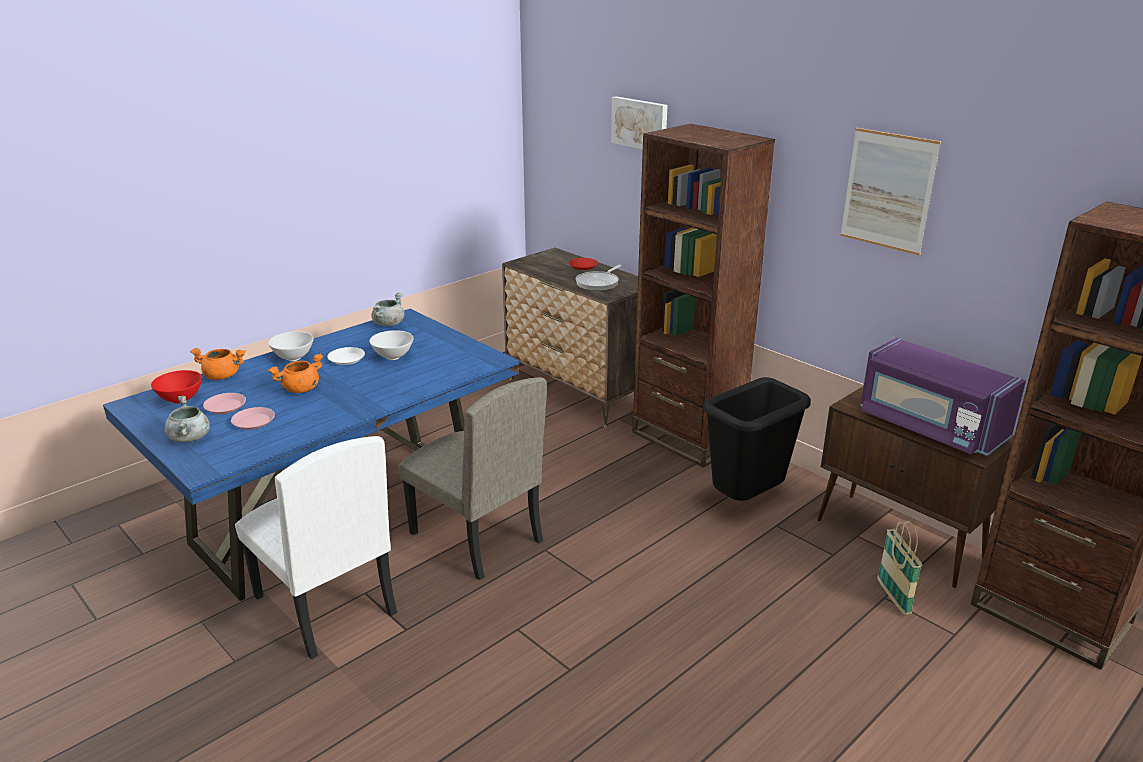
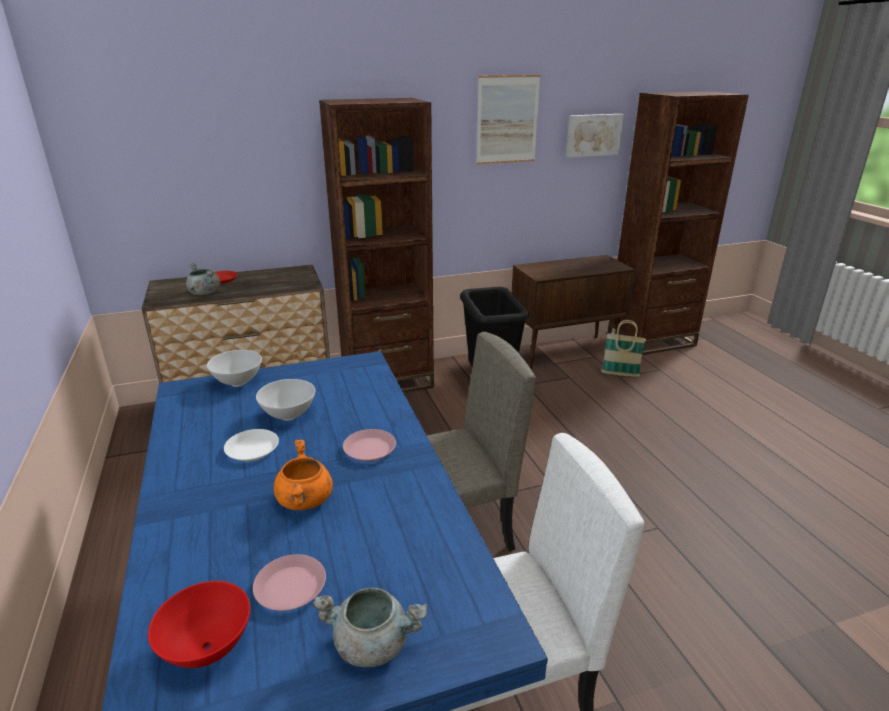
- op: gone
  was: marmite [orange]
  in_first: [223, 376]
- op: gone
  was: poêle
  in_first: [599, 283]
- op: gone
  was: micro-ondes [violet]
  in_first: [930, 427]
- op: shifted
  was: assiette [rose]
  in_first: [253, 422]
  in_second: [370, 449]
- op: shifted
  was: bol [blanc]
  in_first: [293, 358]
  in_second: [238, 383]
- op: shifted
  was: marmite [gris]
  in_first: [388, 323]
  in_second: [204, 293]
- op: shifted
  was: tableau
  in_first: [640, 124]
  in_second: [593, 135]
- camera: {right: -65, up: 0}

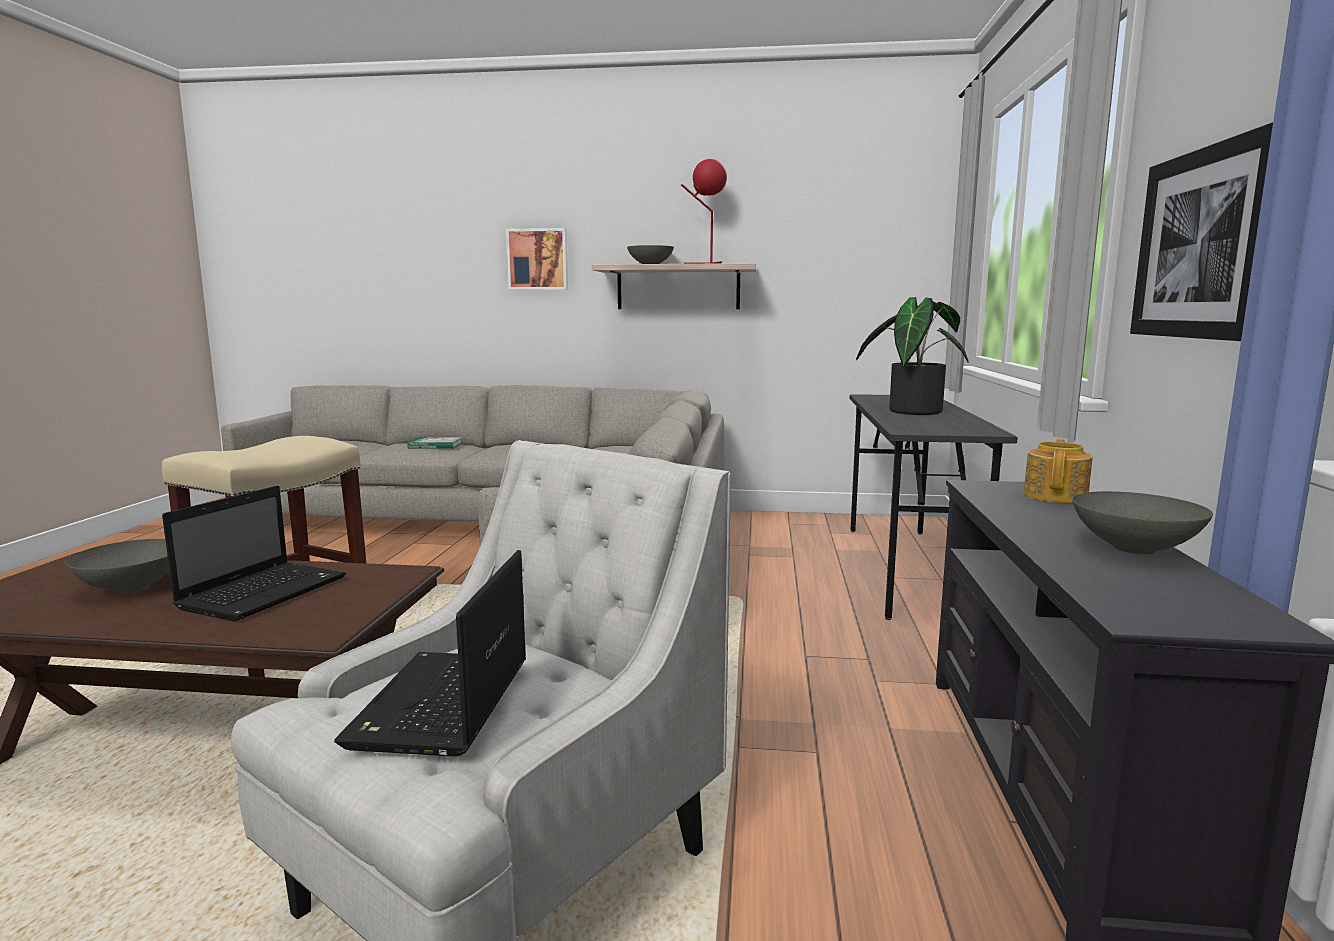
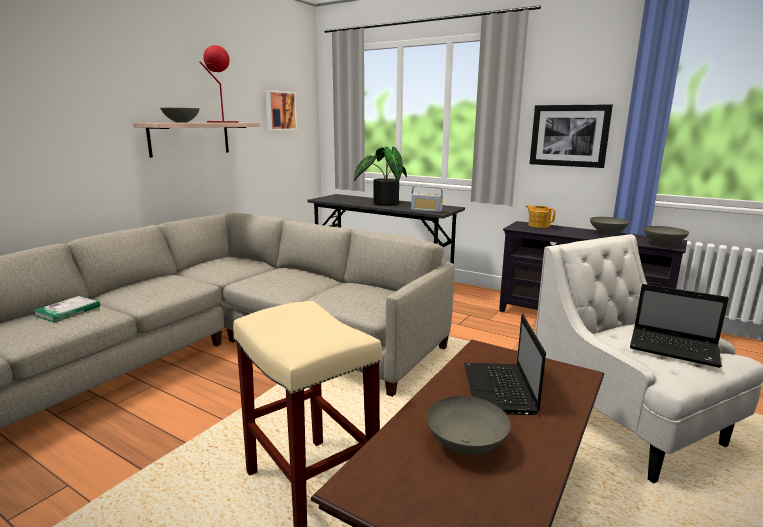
- op: new
  now: radio
  in_second: [426, 210]
- op: new
  now: bol [gris]
  in_second: [663, 244]
- op: shifted
  was: tableau
  in_first: [538, 259]
  in_second: [280, 111]
- op: rotated
  was: ordinateur portable
  in_first: [266, 592]
  in_second: [500, 390]
  clockwise: -135
- camera: {right: -65, up: 5}

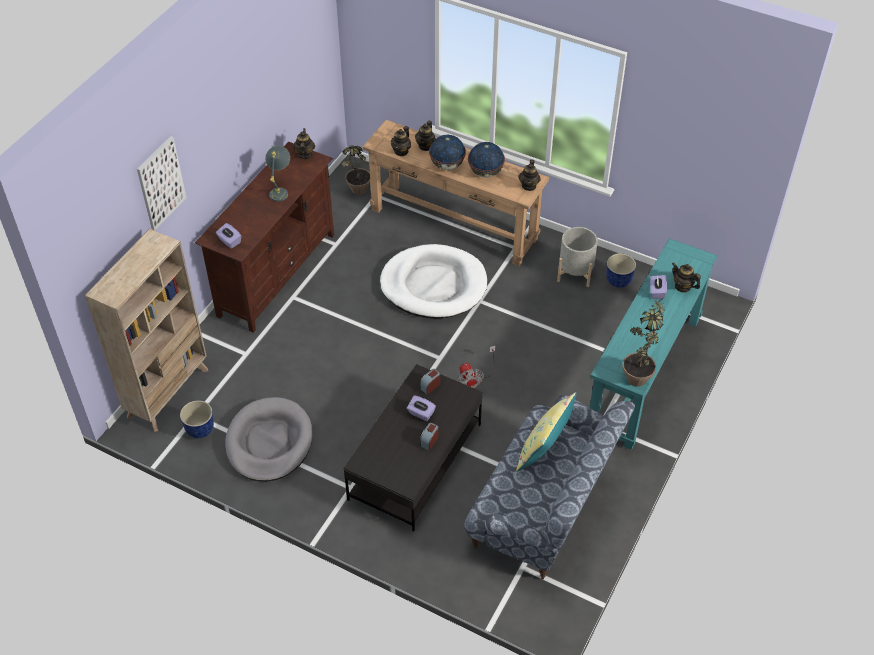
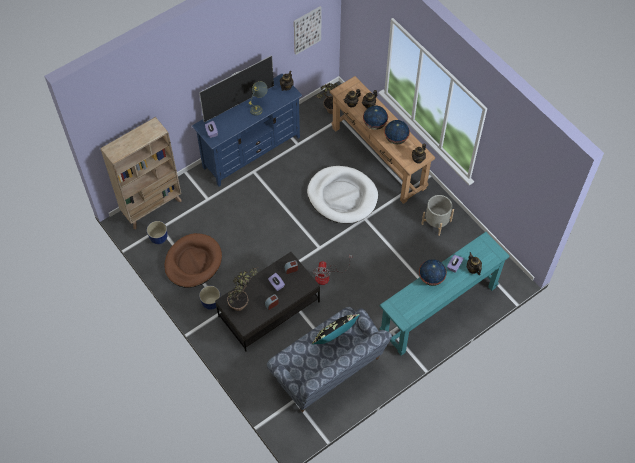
- op: new
  now: téléviseur
  in_second: [238, 103]
- op: new
  now: globe
  in_second: [431, 279]
- op: shifted
  was: tableau
  in_first: [161, 183]
  in_second: [307, 30]
- op: shifted
  was: cache-pot
  in_first: [618, 281]
  in_second: [211, 303]
- op: shifted
  was: plante en pot
  in_first: [639, 373]
  in_second: [242, 302]
- op: repainted
  was: meuble télé [marron]
  now: meuble télé [bleu]
  in_first: [276, 274]
  in_second: [251, 151]
- op: repainted
  was: panier pour chien [gris]
  now: panier pour chien [marron]
  in_first: [269, 442]
  in_second: [193, 262]
- op: repainted
  was: coussin [jaune]
  now: coussin [noir]
  in_first: [544, 451]
  in_second: [335, 338]
- camera: {right: 25, up: 10}

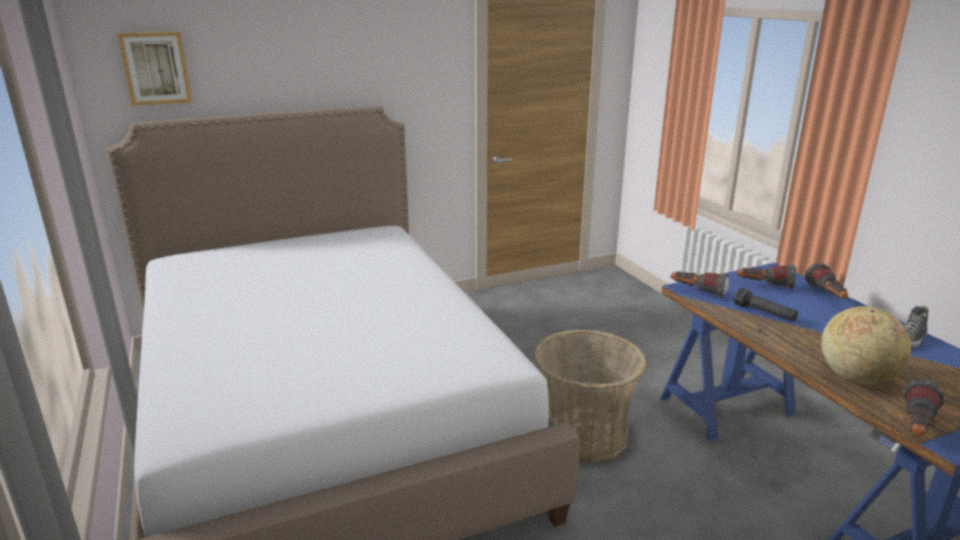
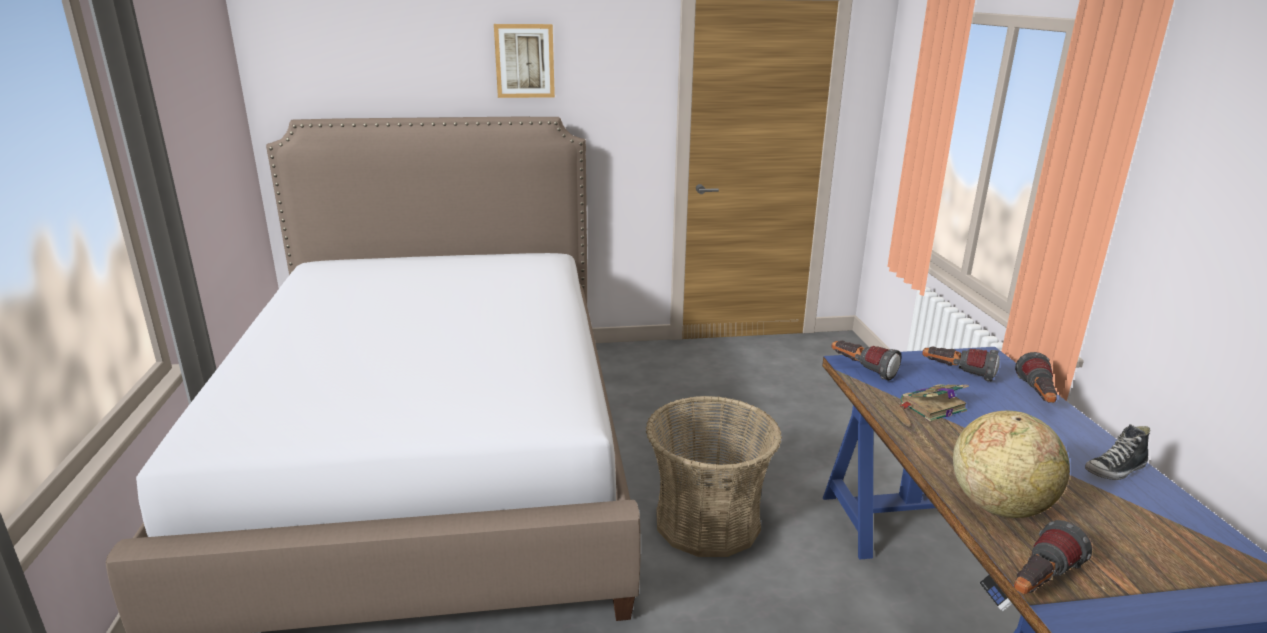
- op: shifted
  was: tableau
  in_first: [156, 68]
  in_second: [524, 61]
- op: swapped
  was: lampe de poche [noir]
  now: livre
  in_first: [764, 313]
  in_second: [931, 407]
- camera: {right: 15, up: 0}

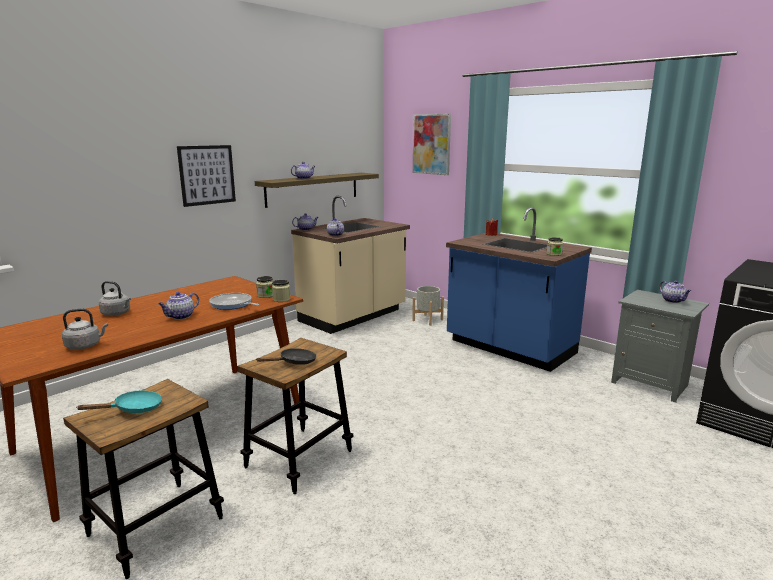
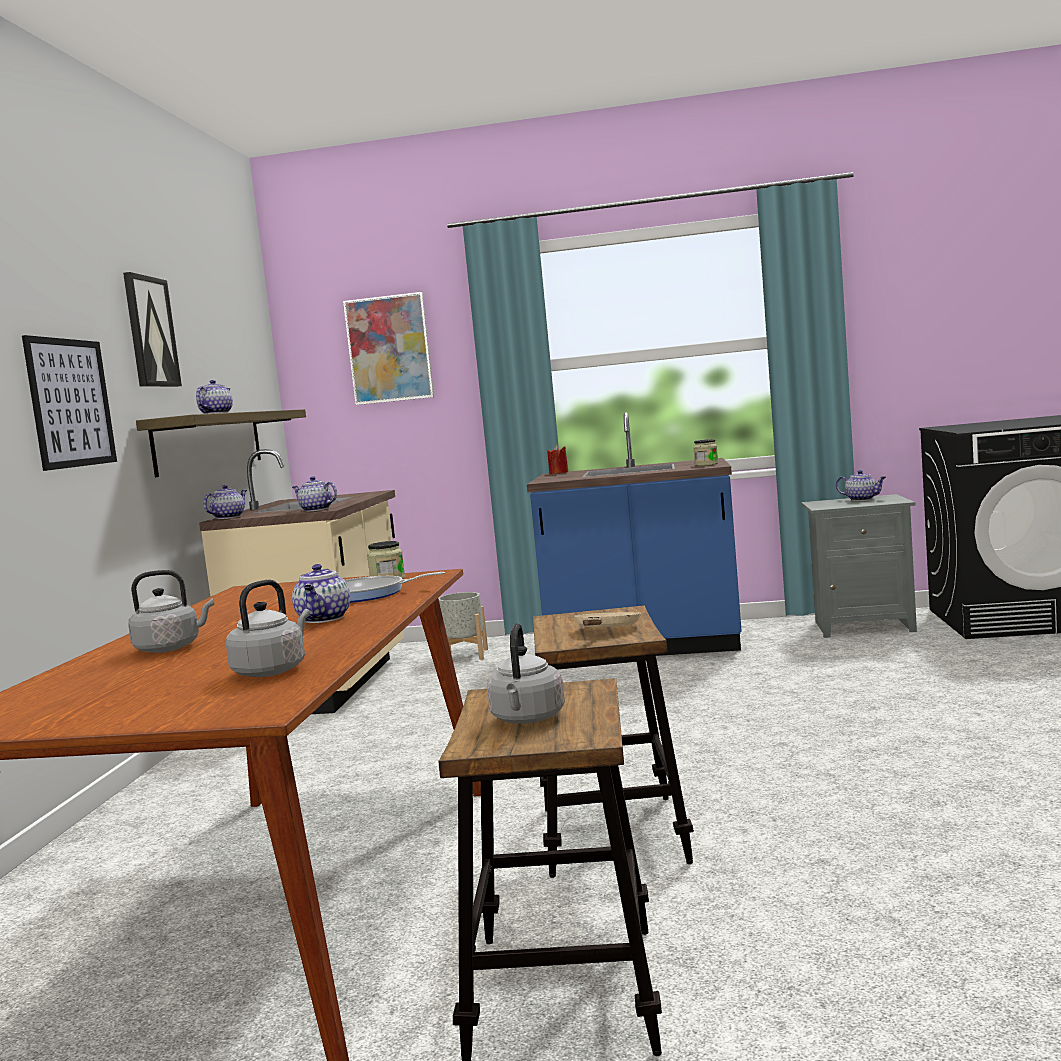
- op: gone
  was: bocal
  in_first: [281, 299]
- op: new
  now: tableau
  in_second: [150, 332]
- op: swapped
  was: poêle [turquoise]
  now: bouilloire [gris]
  in_first: [133, 409]
  in_second: [527, 719]
- op: repainted
  was: poêle [noir]
  now: poêle [beige]
  in_first: [294, 362]
  in_second: [606, 630]
- camera: {right: -35, up: -10}

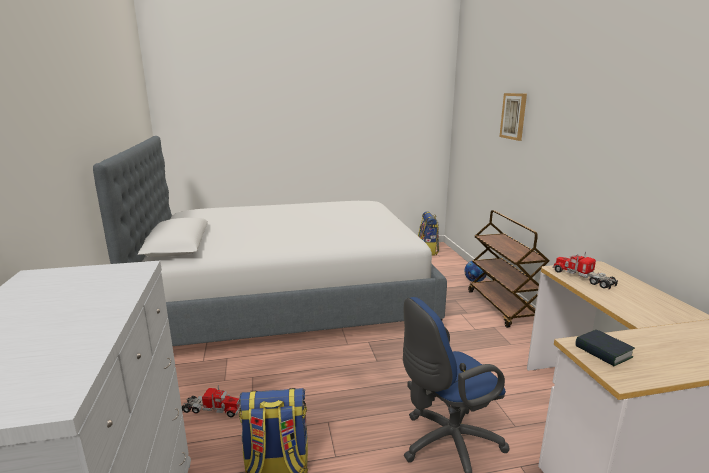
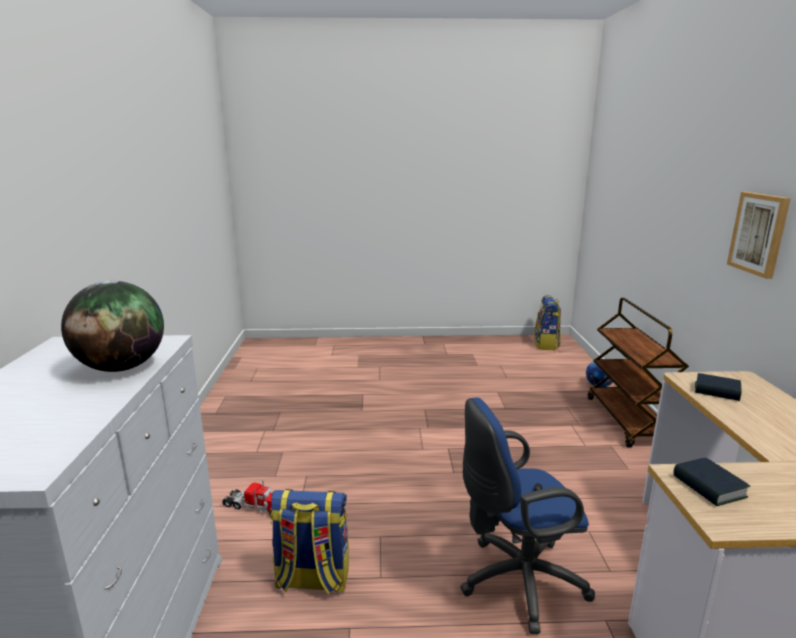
- op: gone
  was: lit
  in_first: [288, 298]
- op: new
  now: globe
  in_second: [122, 367]
- op: shifted
  was: tableau
  in_first: [514, 116]
  in_second: [759, 233]
- op: swapped
  was: camion jouet
  now: livre
  in_first: [583, 278]
  in_second: [717, 391]
- camera: {right: 10, up: 0}

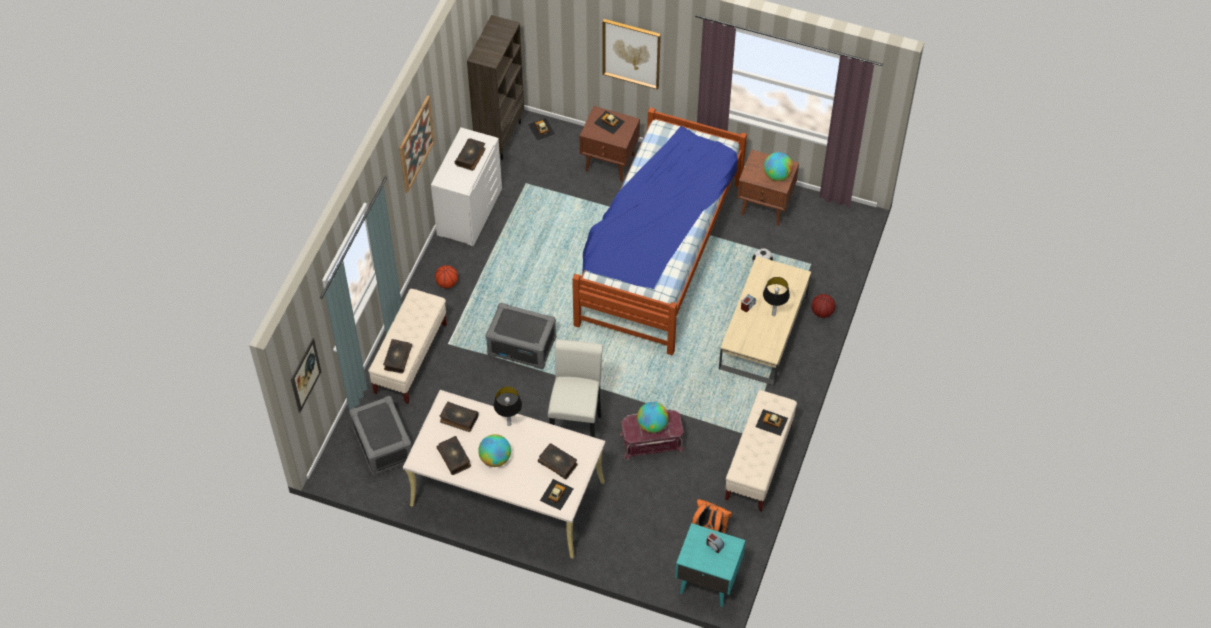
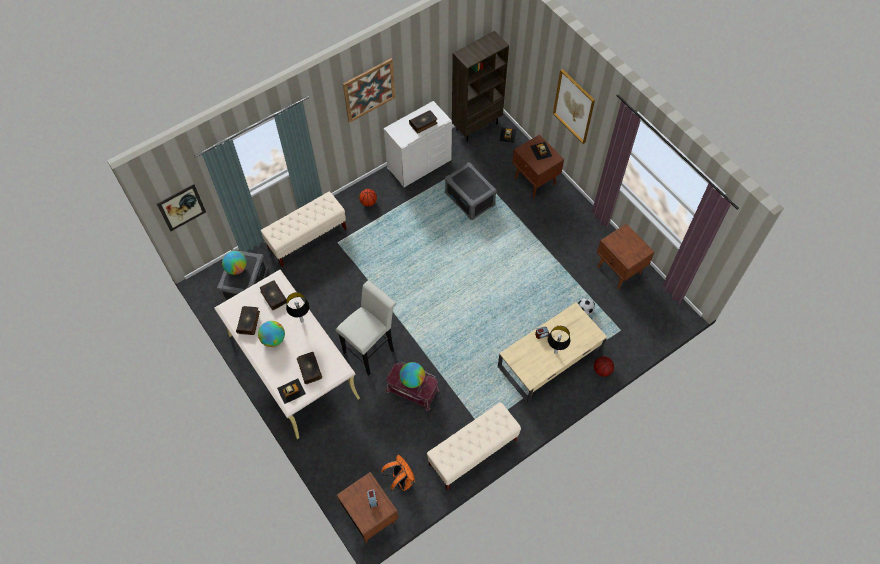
- op: gone
  was: livre
  in_first: [397, 358]
- op: gone
  was: lit
  in_first: [658, 253]
- op: gone
  was: petite voiture
  in_first: [771, 422]
- op: shifted
  was: boîte de rangement [gris]
  in_first: [522, 345]
  in_second: [470, 198]
- op: shifted
  was: globe
  in_first: [777, 175]
  in_second: [236, 268]
- op: repainted
  was: table de chevet [turquoise]
  now: table de chevet [marron]
  in_first: [707, 581]
  in_second: [370, 516]
- camera: {right: 35, up: 5}

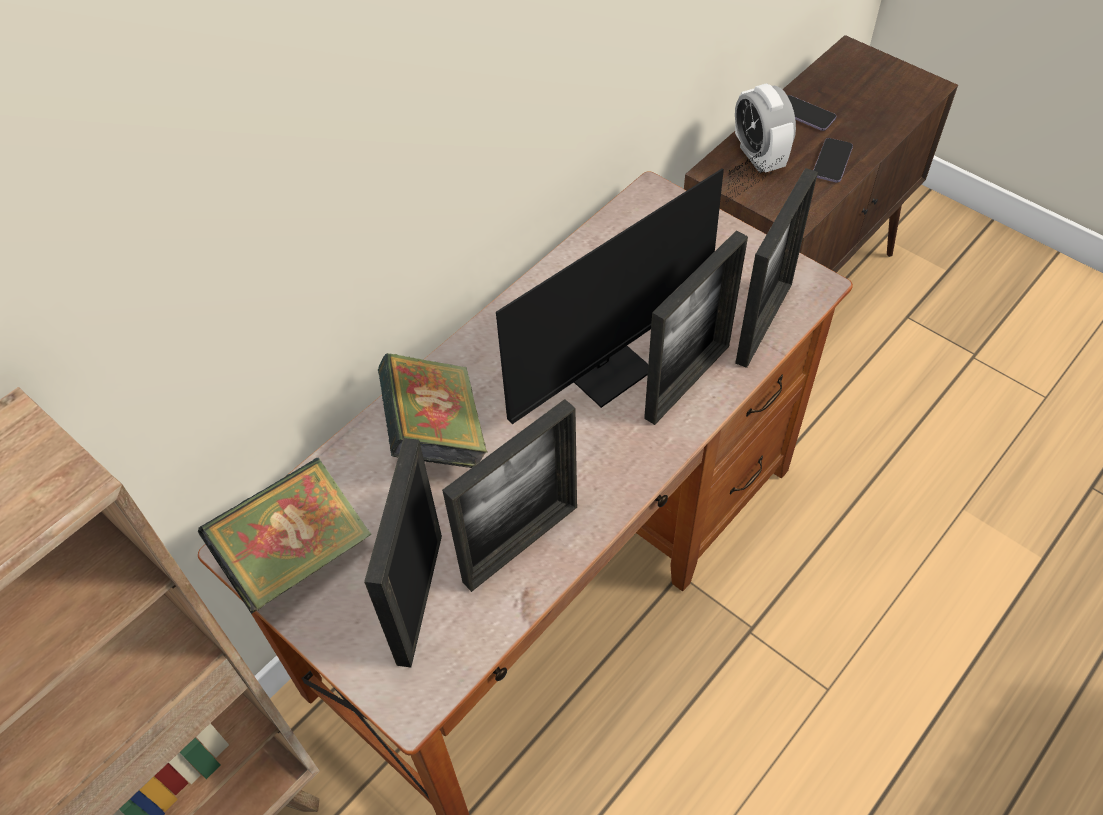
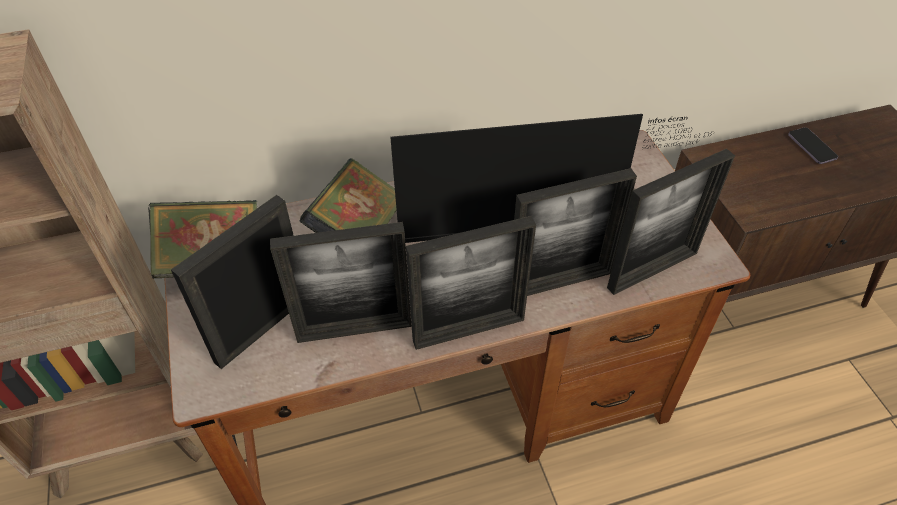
- op: gone
  was: réveil
  in_first: [758, 157]
- op: gone
  was: téléphone
  in_first: [832, 162]
- op: new
  now: cadre photo
  in_second: [468, 330]
- camera: {right: 30, up: -5}

